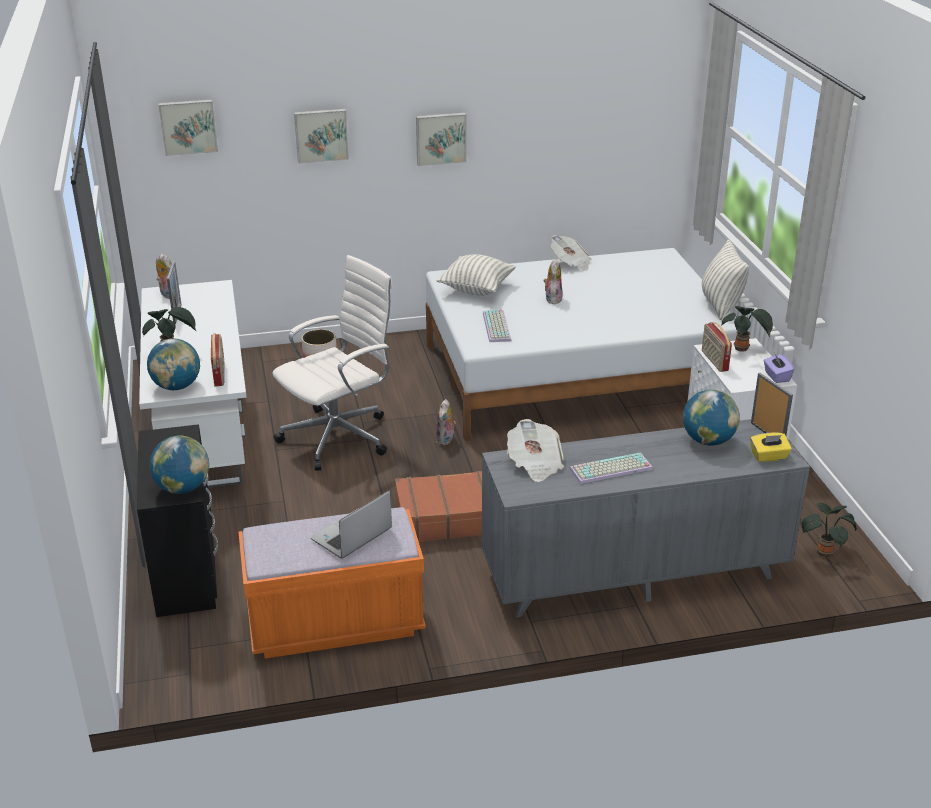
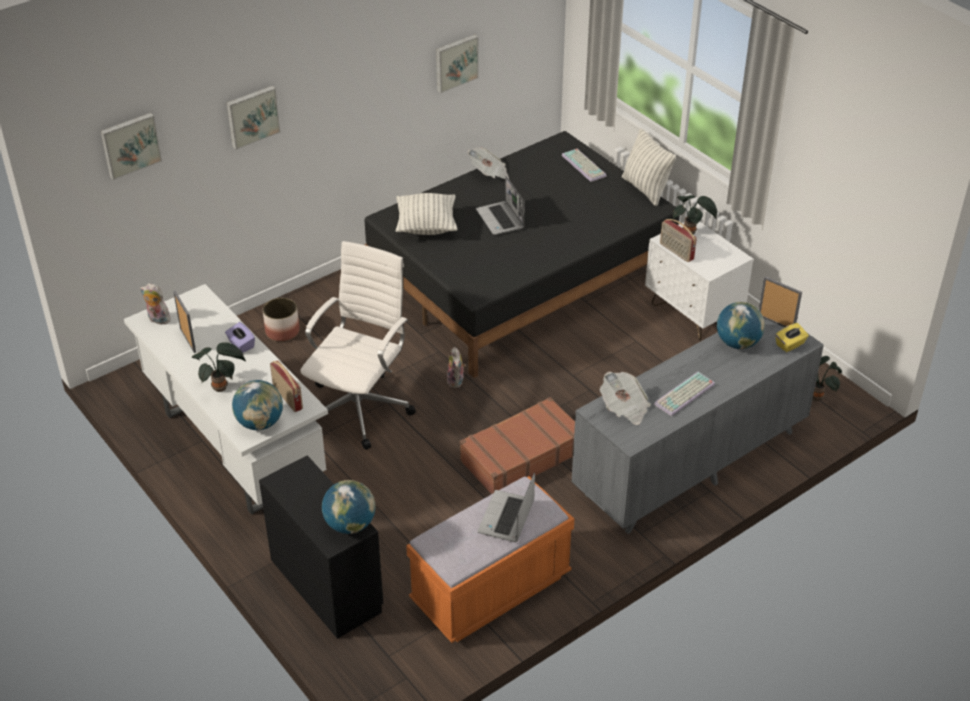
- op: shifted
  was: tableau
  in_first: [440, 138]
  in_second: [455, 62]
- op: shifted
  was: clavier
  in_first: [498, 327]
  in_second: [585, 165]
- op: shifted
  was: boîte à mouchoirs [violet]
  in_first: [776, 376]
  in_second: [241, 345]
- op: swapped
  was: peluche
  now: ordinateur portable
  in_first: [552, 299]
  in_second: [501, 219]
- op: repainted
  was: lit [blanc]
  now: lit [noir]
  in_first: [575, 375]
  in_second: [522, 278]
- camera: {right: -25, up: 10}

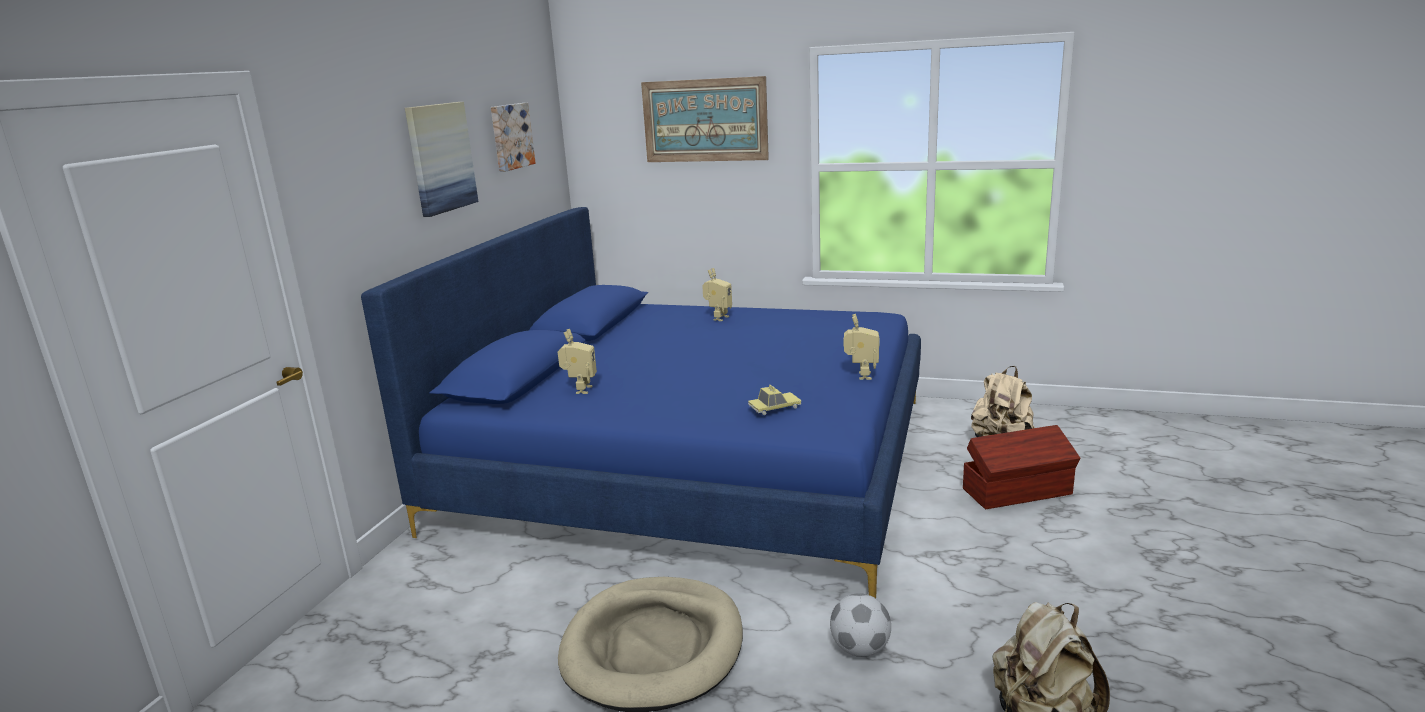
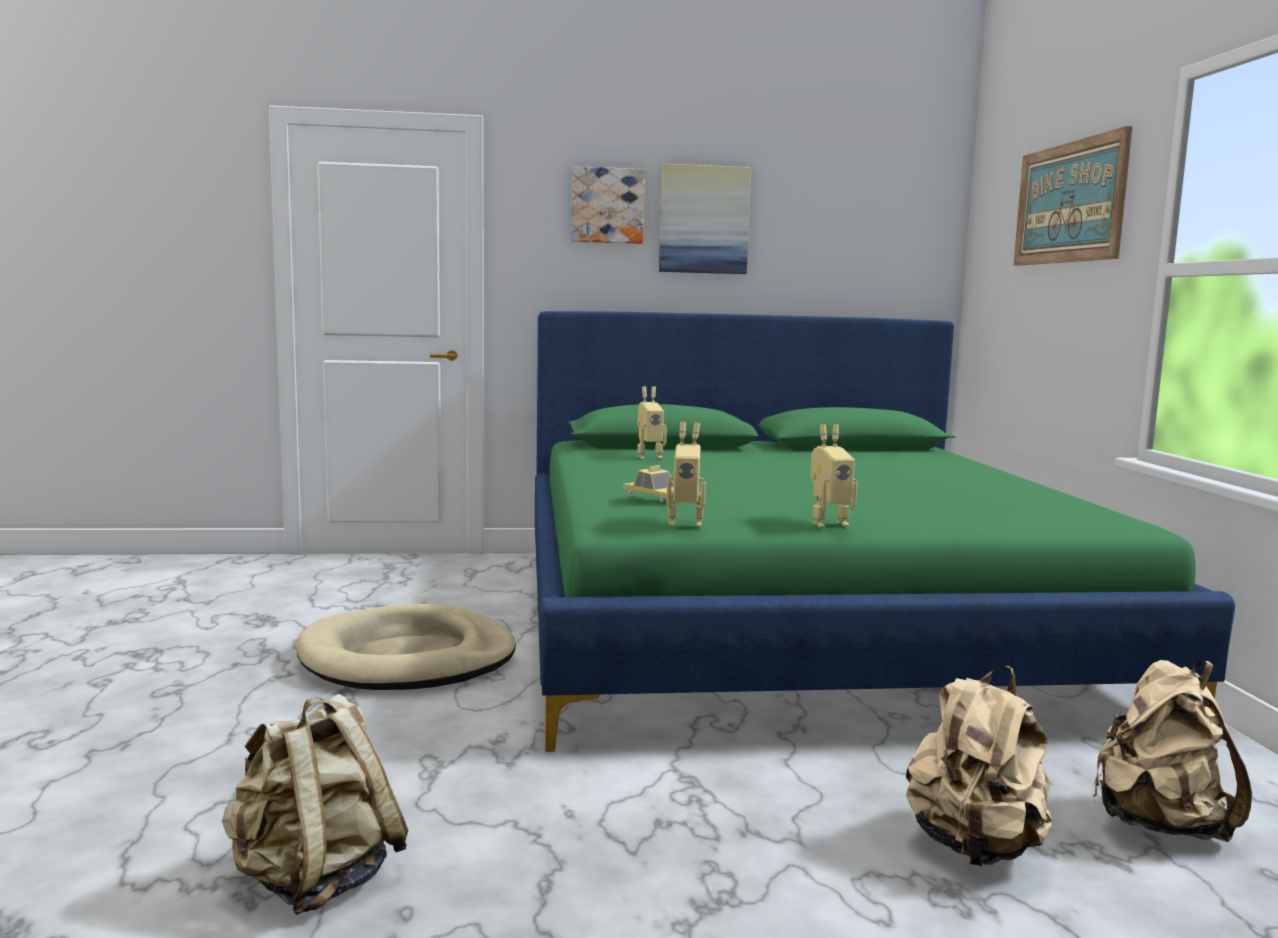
- op: gone
  was: ballon de foot
  in_first: [860, 649]
- op: shifted
  was: tableau
  in_first: [510, 136]
  in_second: [607, 206]
- op: shifted
  was: robot jouet
  in_first: [718, 318]
  in_second: [685, 522]
- op: swapped
  was: boîte de rangement [marron]
  now: sac à dos [beige]
  in_first: [1018, 492]
  in_second: [975, 847]
- op: repainted
  was: lit [bleu]
  now: lit [vert]
  in_first: [696, 461]
  in_second: [793, 623]
- camera: {right: 65, up: -10}

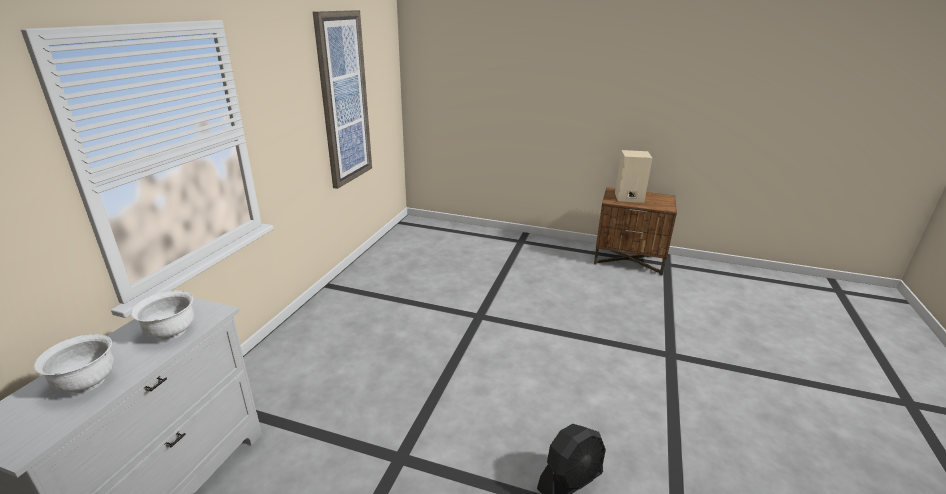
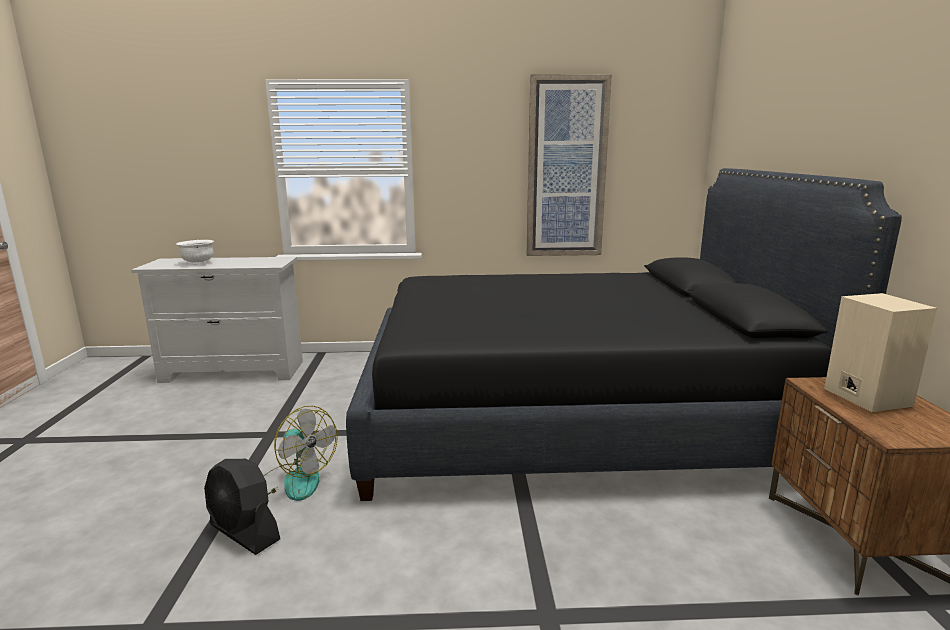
- op: gone
  was: bol [blanc]
  in_first: [171, 332]
- op: new
  now: ventilateur
  in_second: [294, 481]
- op: new
  now: lit [noir]
  in_second: [570, 416]
- camera: {right: 70, up: -10}

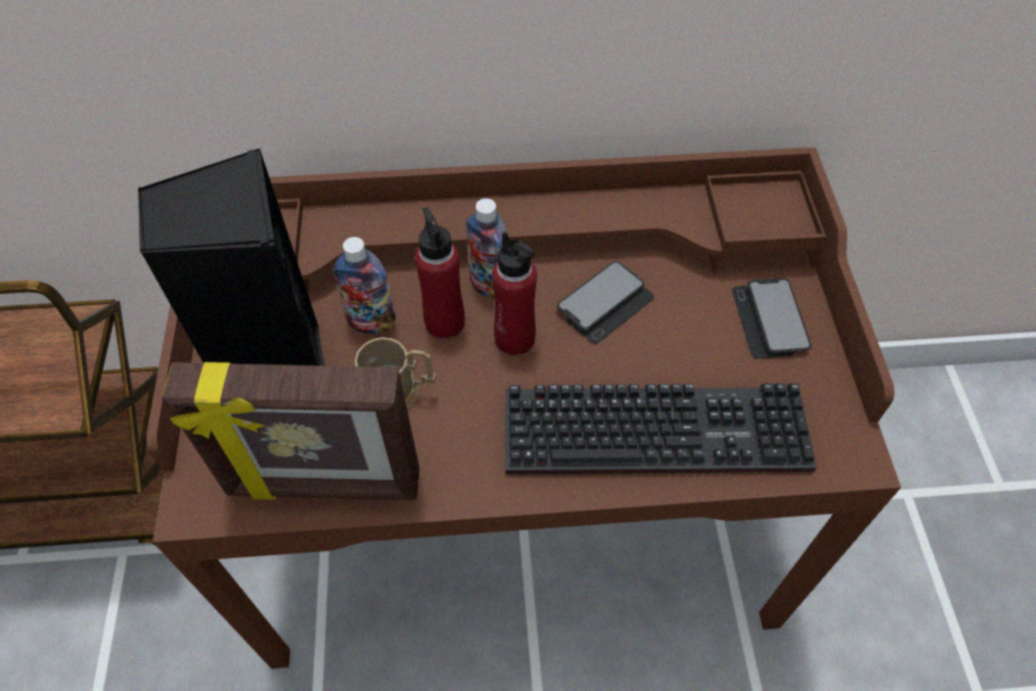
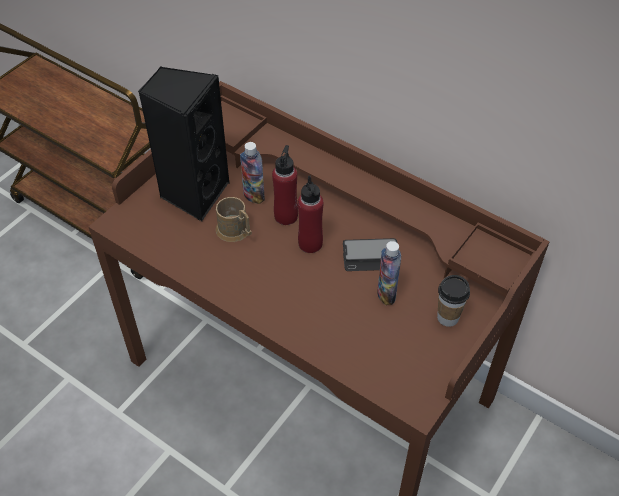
- op: gone
  was: cadre photo
  in_first: [323, 486]
- op: gone
  was: clavier
  in_first: [659, 427]
- op: shifted
  was: bouteille
  in_first: [488, 285]
  in_second: [386, 294]
- op: swapped
  was: téléphone
  now: tasse
  in_first: [769, 320]
  in_second: [448, 317]
- camera: {right: 40, up: -5}

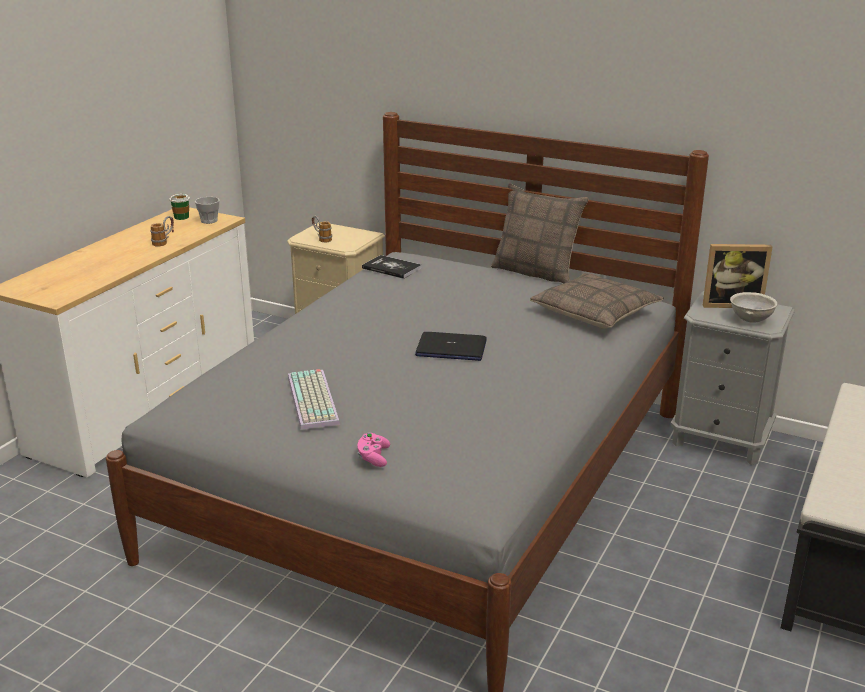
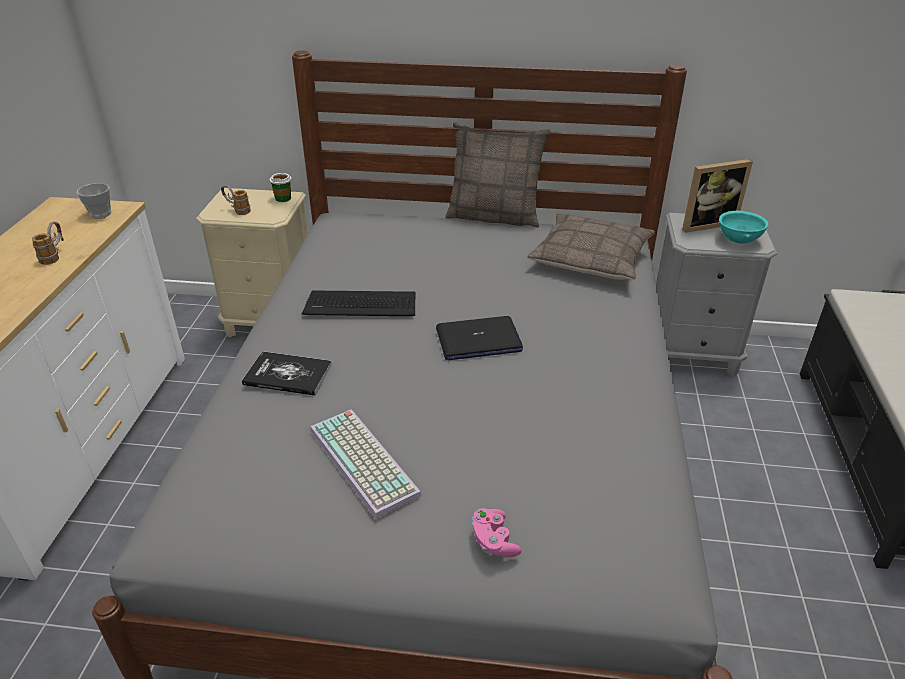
- op: new
  now: clavier
  in_second: [361, 305]
- op: shifted
  was: tasse
  in_first: [181, 217]
  in_second: [283, 198]
- op: shifted
  was: livre
  in_first: [391, 268]
  in_second: [288, 375]
- op: repainted
  was: bol [gris]
  now: bol [turquoise]
  in_first: [750, 320]
  in_second: [738, 240]
- camera: {right: -20, up: 10}

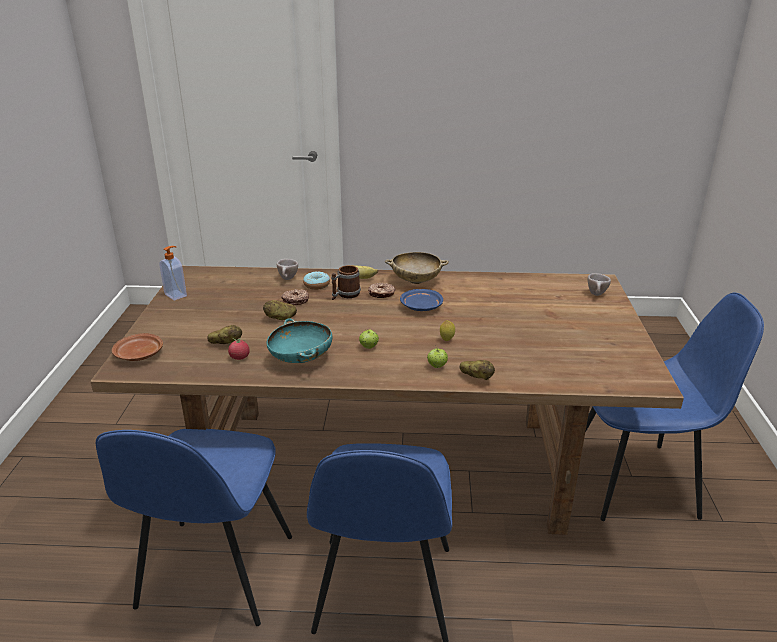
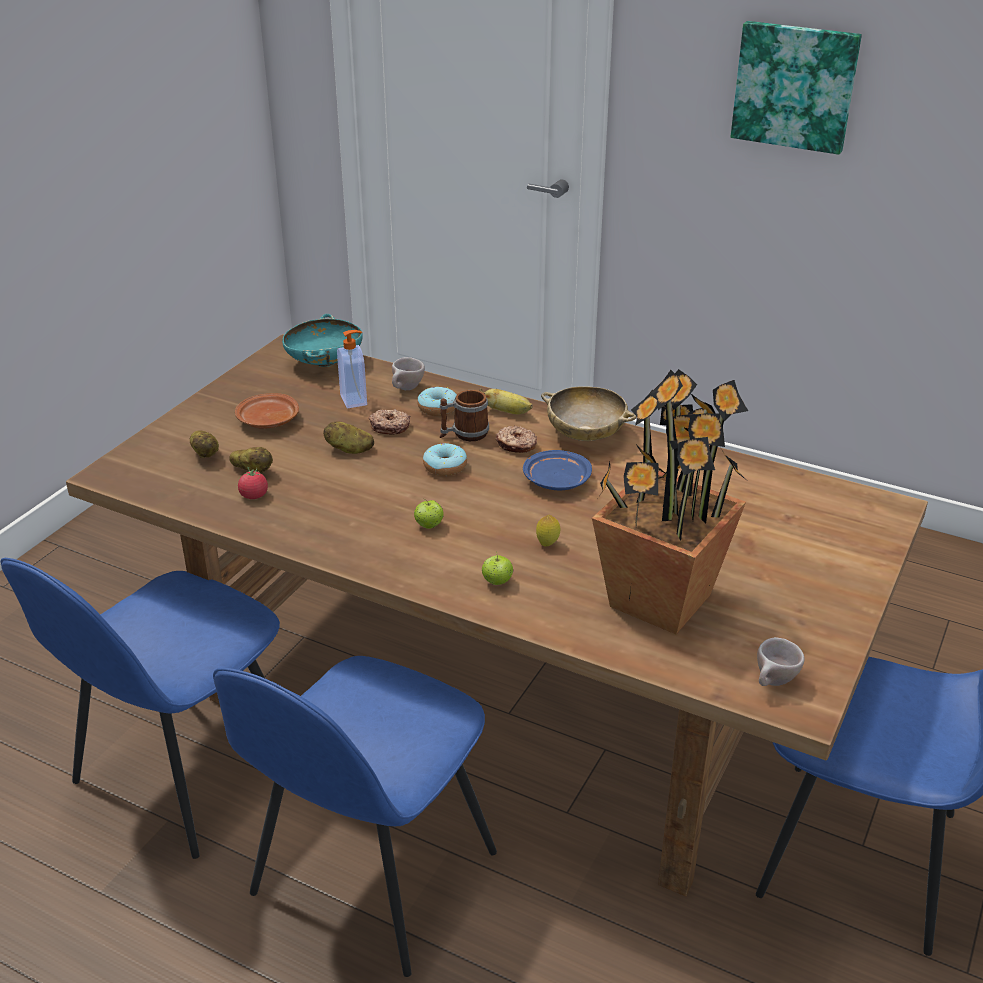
- op: new
  now: beignet
  in_second: [445, 467]
- op: new
  now: plante en pot
  in_second: [660, 599]
- op: new
  now: tableau
  in_second: [795, 86]
- op: shifted
  was: assiette [marron]
  in_first: [139, 355]
  in_second: [268, 421]
- op: shifted
  was: distributeur de savon
  in_first: [176, 295]
  in_second: [354, 400]
- op: shifted
  was: bol [turquoise]
  in_first: [301, 359]
  in_second: [324, 362]
- op: shifted
  was: pomme de terre
  in_first: [476, 377]
  in_second: [206, 454]
- op: shifted
  was: tasse [beige]
  in_first: [597, 295]
  in_second: [773, 683]
- camera: {right: 25, up: 5}

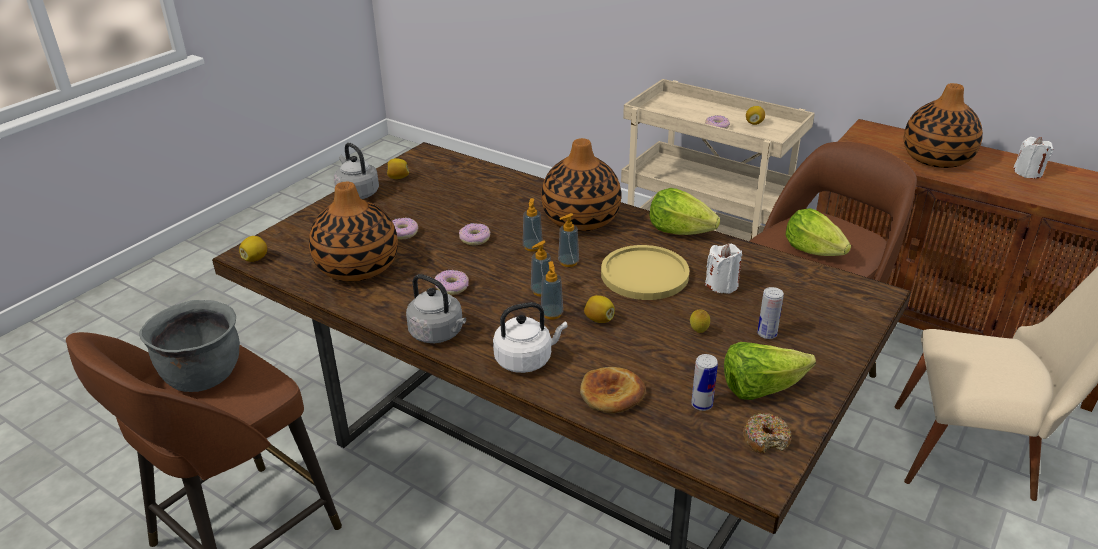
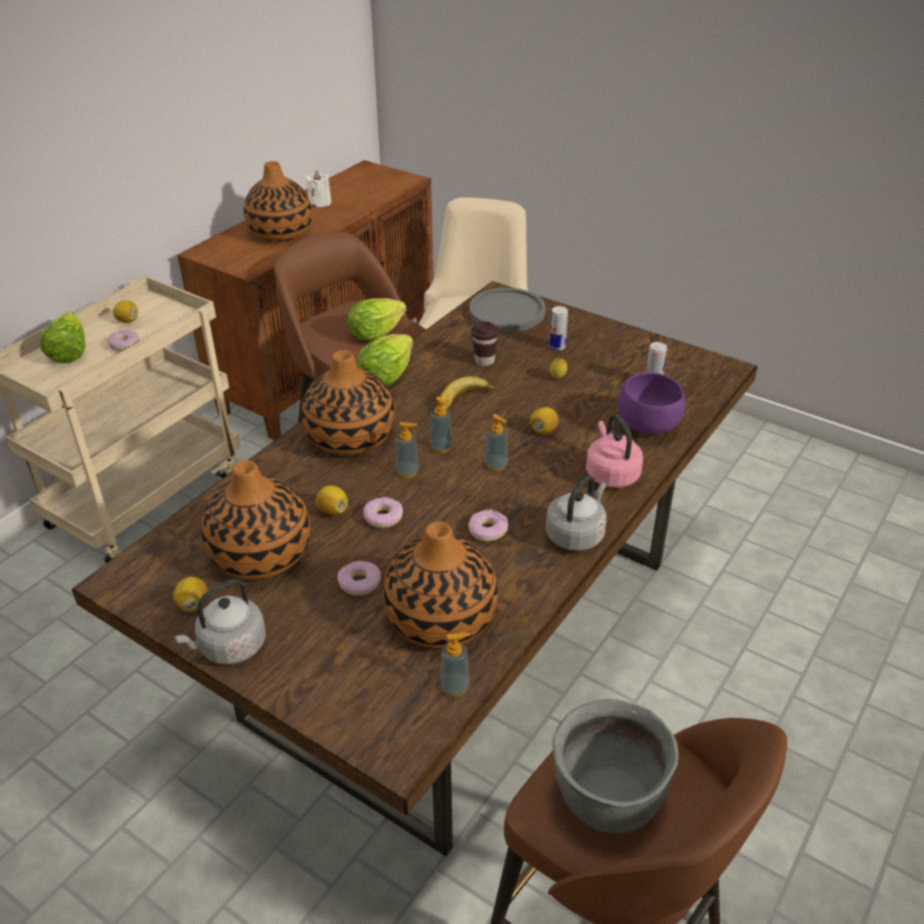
- op: gone
  was: beignet
  in_first: [766, 439]
- op: new
  now: vase
  in_second: [261, 554]
- op: new
  now: assiette [gris]
  in_second: [507, 312]
- op: shifted
  was: citron
  in_first: [255, 258]
  in_second: [333, 510]
- op: shifted
  was: distributeur de savon
  in_first: [552, 314]
  in_second: [454, 687]
- op: shifted
  was: laitue
  in_first: [760, 388]
  in_second: [69, 352]
- op: swapped
  was: pain
  now: bol [violet]
  in_first: [611, 394]
  in_second: [649, 427]
- op: swapped
  was: assiette [jaune]
  now: banane
  in_first: [644, 274]
  in_second: [466, 401]
- op: swapped
  was: bougie [blanc]
  now: tasse [marron]
  in_first: [722, 284]
  in_second: [484, 361]
- op: repainted
  was: bouilloire [blanc]
  now: bouilloire [rose]
  in_first: [526, 360]
  in_second: [611, 474]
- camera: {right: -90, up: 5}

